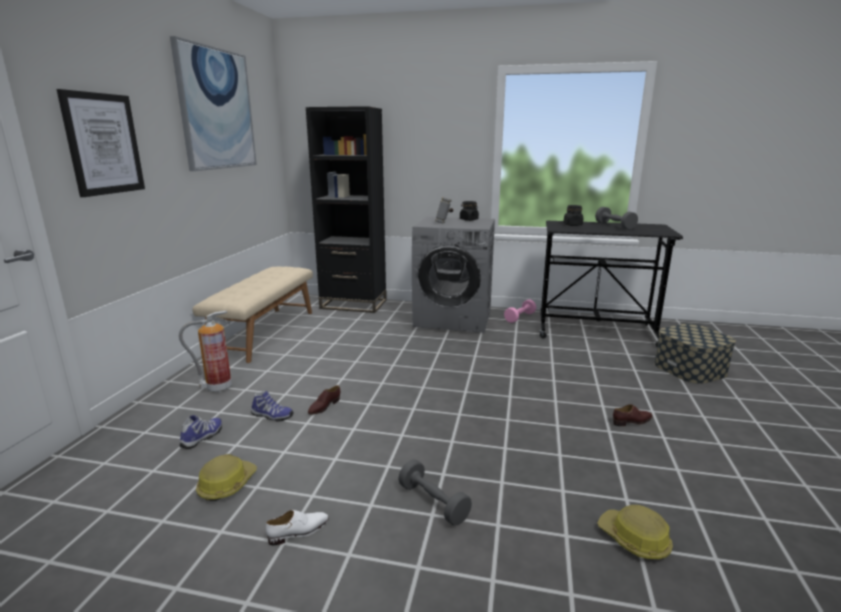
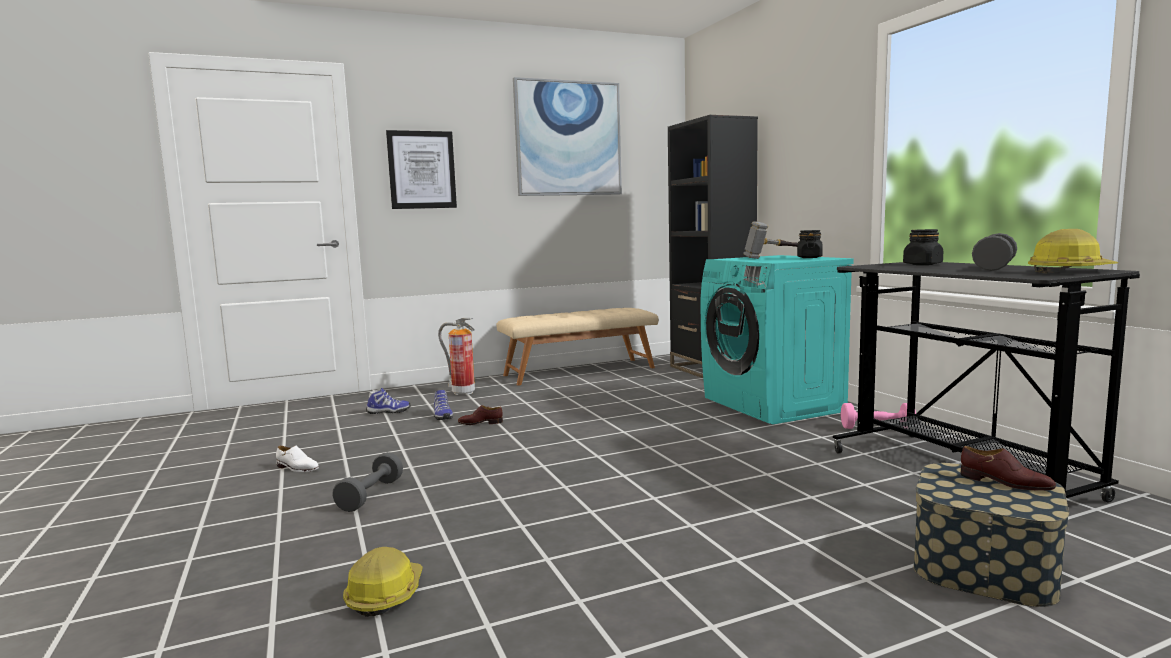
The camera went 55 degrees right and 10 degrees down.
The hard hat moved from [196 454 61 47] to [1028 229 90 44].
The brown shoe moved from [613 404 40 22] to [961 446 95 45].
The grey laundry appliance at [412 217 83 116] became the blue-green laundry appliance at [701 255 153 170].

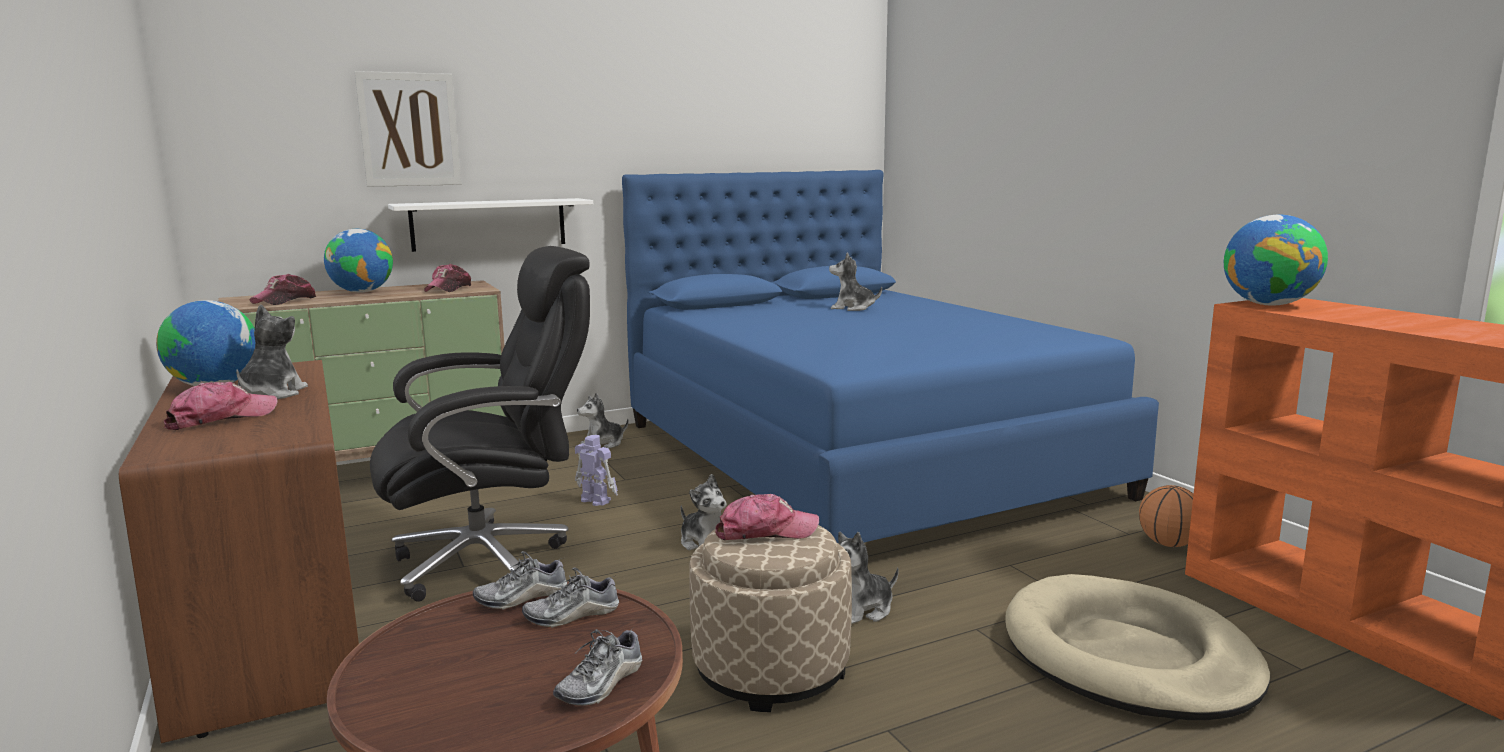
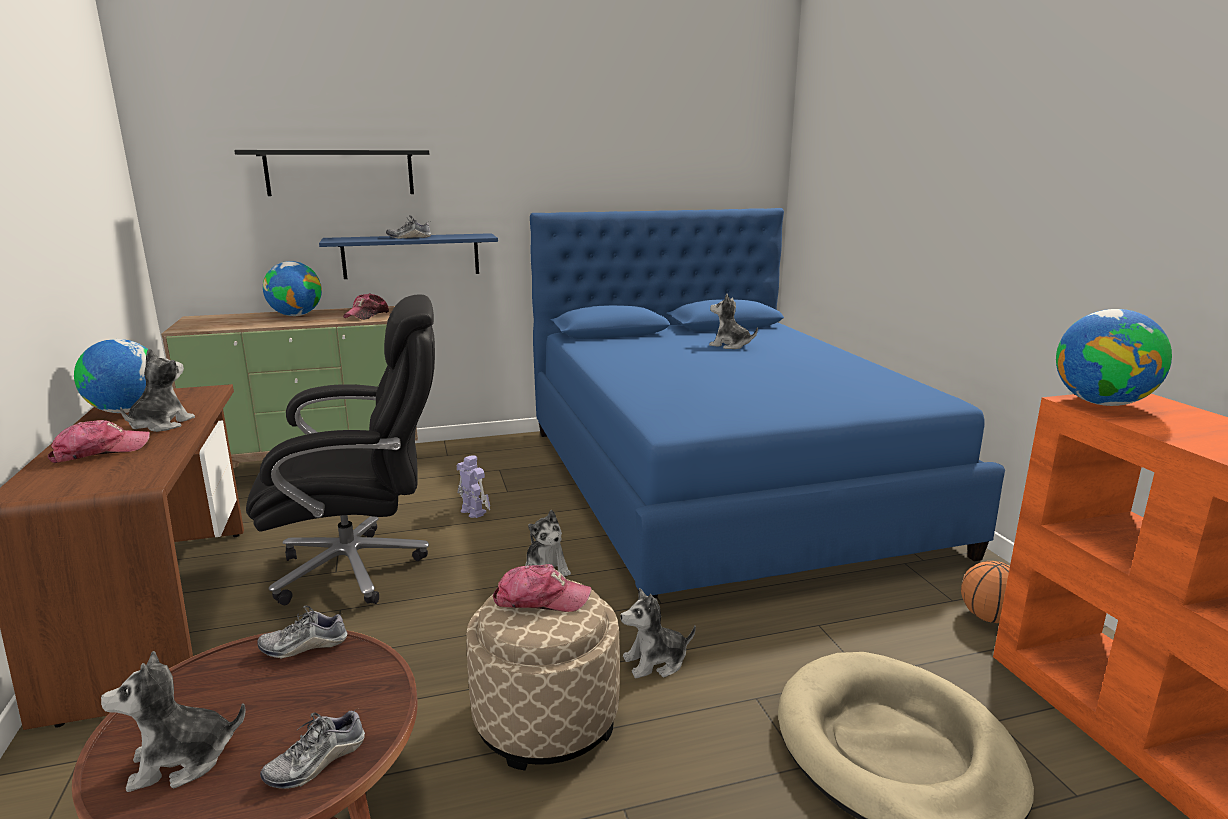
The camera went 10 degrees right and 5 degrees up.
The cap at [250 274 67 31] disappeared.
The shoe moved from [522 567 97 61] to [386 215 45 24].
The plush toy moved from [577 393 52 56] to [101 651 145 141].
The wall art at [354 71 107 116] was replaced by the black-coloured wall shelf at [234 150 195 46].
The whitish wall shelf at [388 198 205 54] became the blue wall shelf at [319 233 179 46].

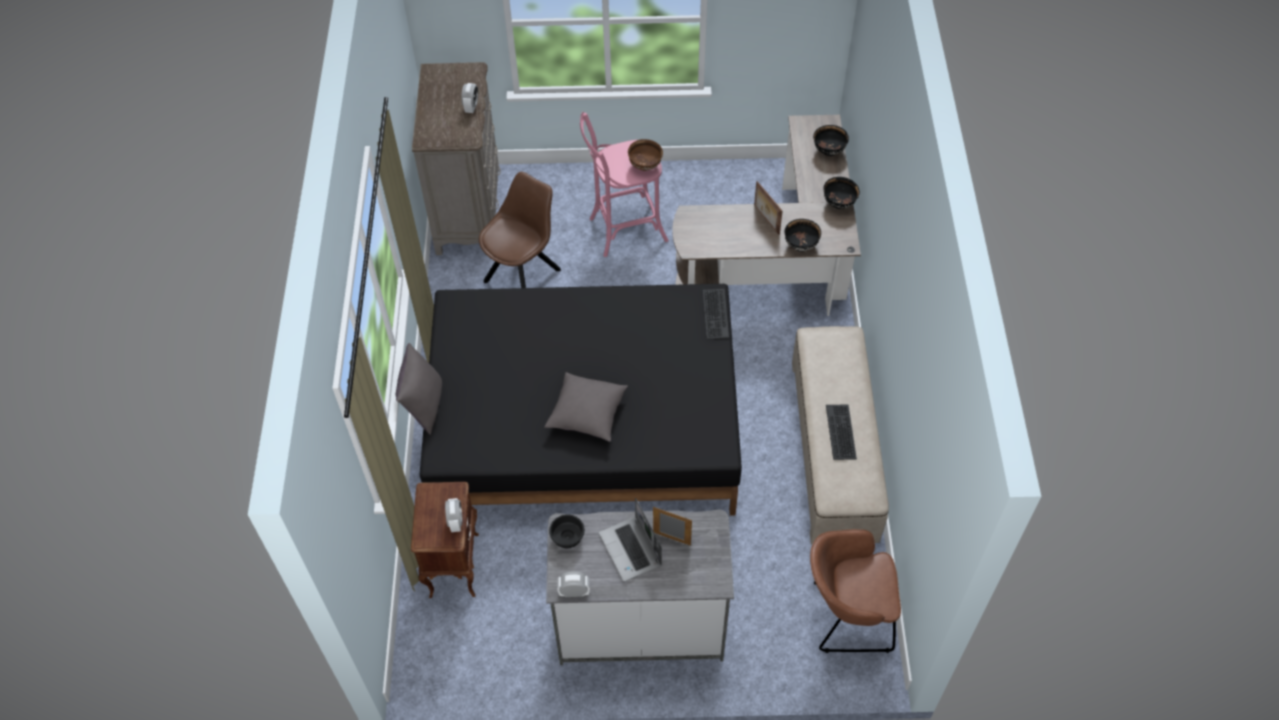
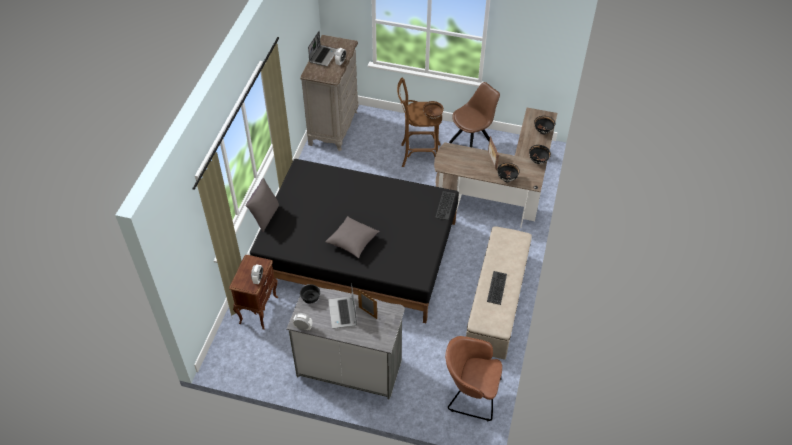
The camera went 15 degrees right and 5 degrees down.
The notebook computer at [308 31 29 35] appeared.
The brown chair moved from [479 172 82 116] to [449 82 51 65].
The pink stool at [580 112 89 145] became the brown stool at [397 78 45 89].

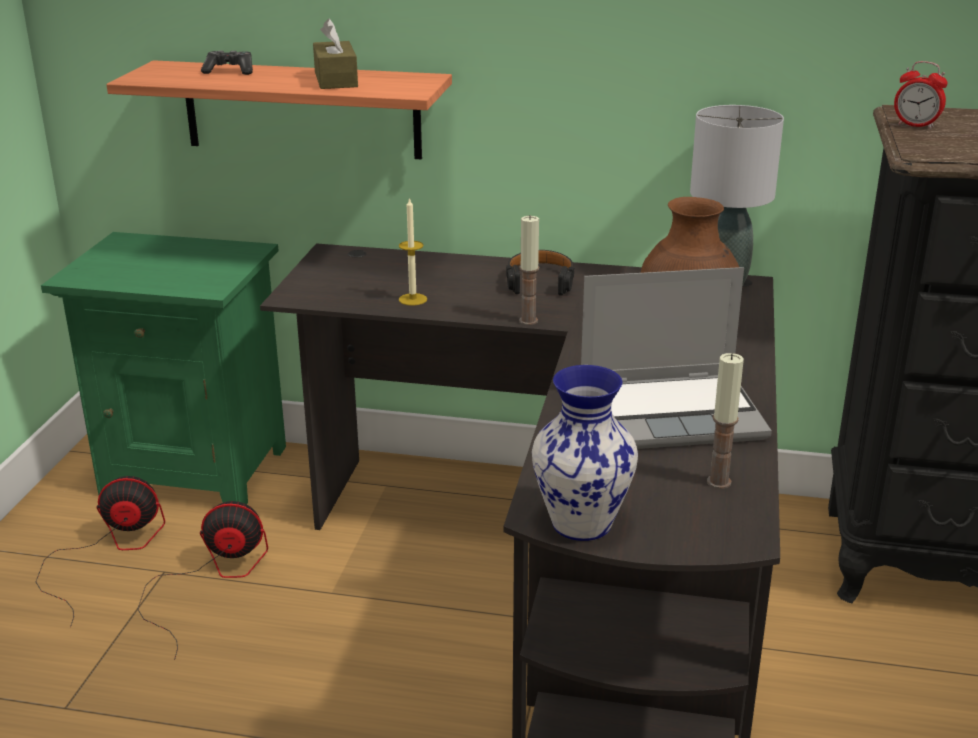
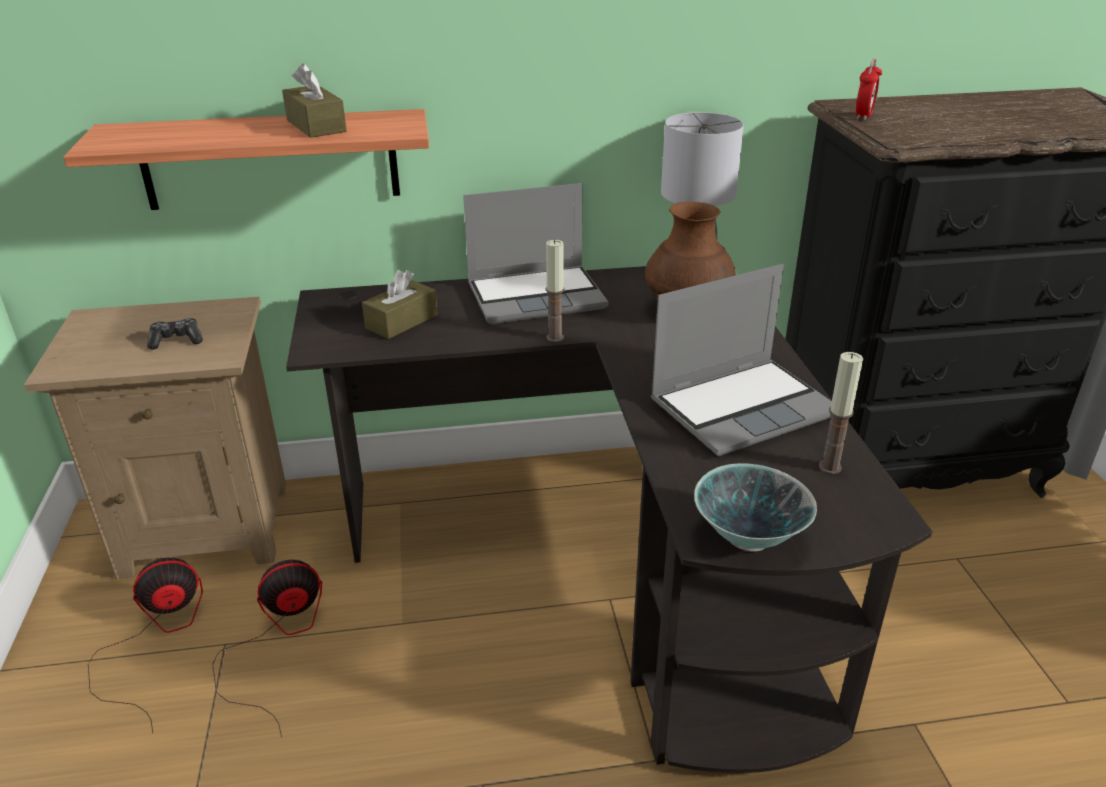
The camera went 20 degrees left and 5 degrees up.
The candle at [399 197 28 109] disappeared.
The brown box of tissues at [362 270 76 69] appeared.
The game controller moved from [201 50 52 25] to [147 318 56 31].
The black-coloured headset at [506 250 69 46] was replaced by the notebook computer at [463 183 145 141].
The vase at [532 365 106 176] was replaced by the bowl at [694 463 123 89].
The green night table at [41 232 245 272] became the beige night table at [24 297 262 283].
The alarm clock at [894 61 54 68] turned 75 degrees counterclockwise.

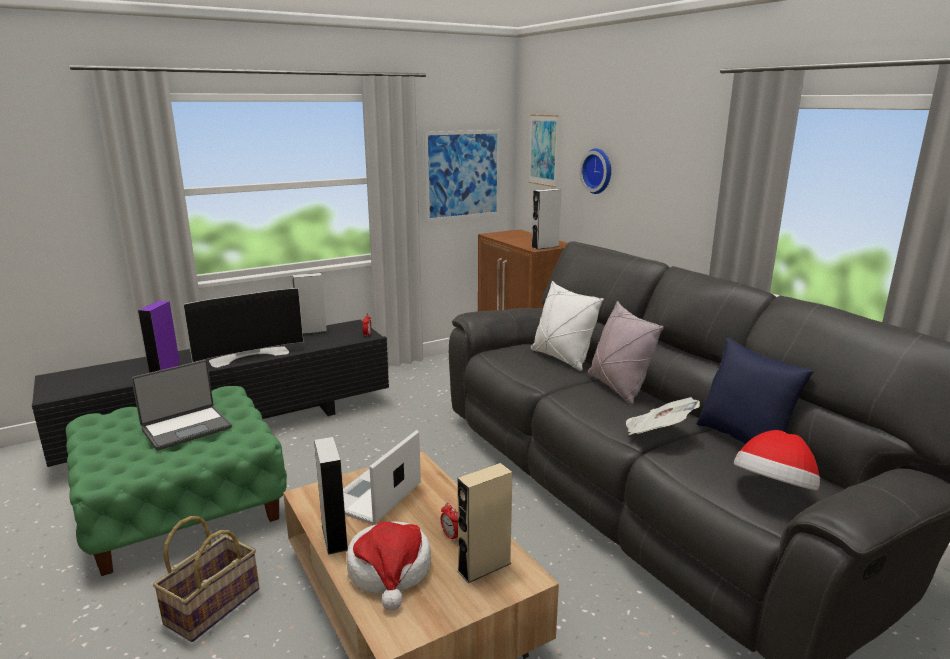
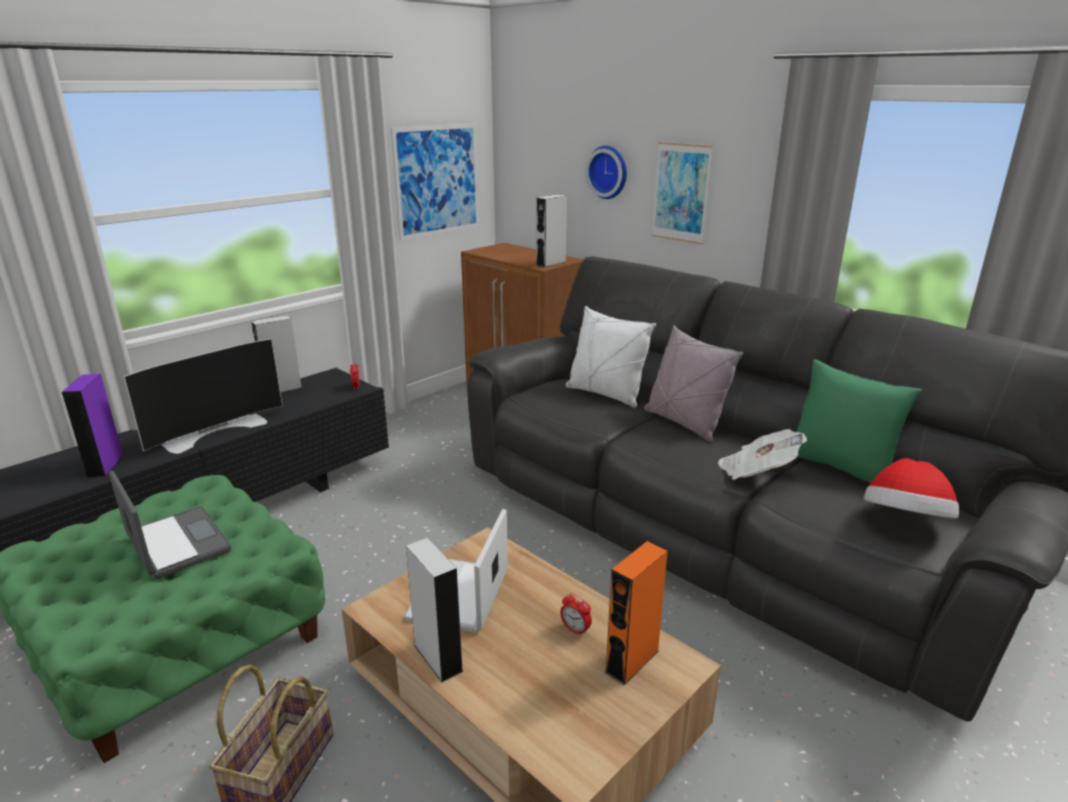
The camera went 15 degrees left and 5 degrees up.
The hat at [347 521 84 90] disappeared.
The wall art moved from [528 114 31 73] to [652 142 61 102].
The beige loudspeaker at [457 463 55 120] became the orange-coloured loudspeaker at [604 541 64 145].
The blue cushion at [696 338 118 106] became the green cushion at [796 359 126 124].
The notebook computer at [132 360 100 91] turned 75 degrees counterclockwise.

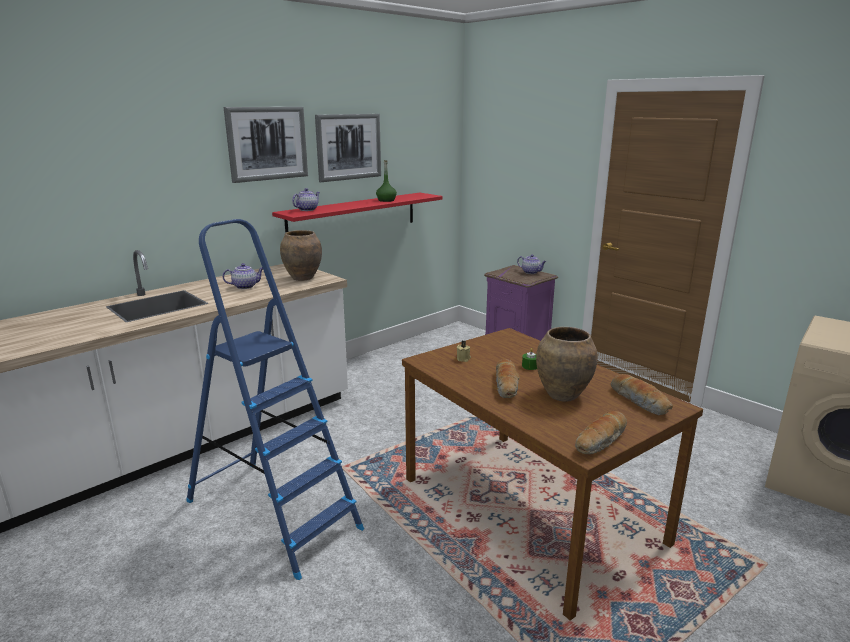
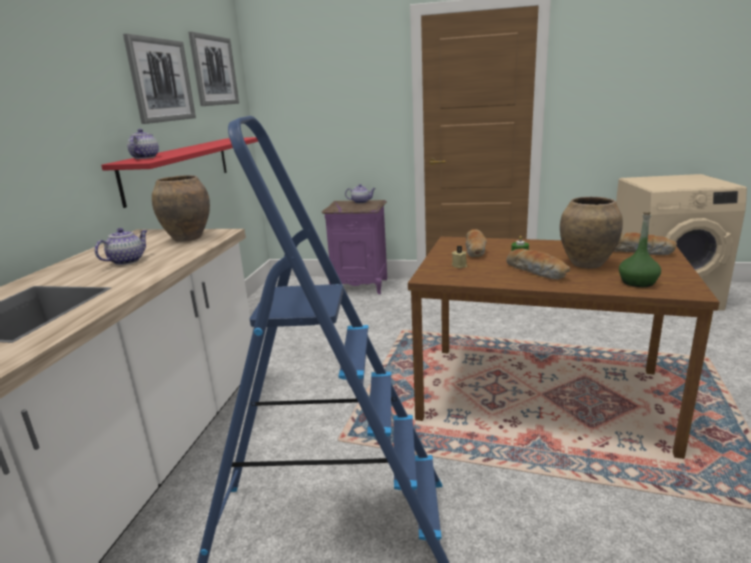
The camera went 35 degrees left and 0 degrees up.
The wall art moved from [224 107 84 76] to [188 32 51 74].
The green drink bottle moved from [376 160 21 42] to [619 212 42 75].
The baked bread moved from [575 411 52 44] to [466 229 21 28].

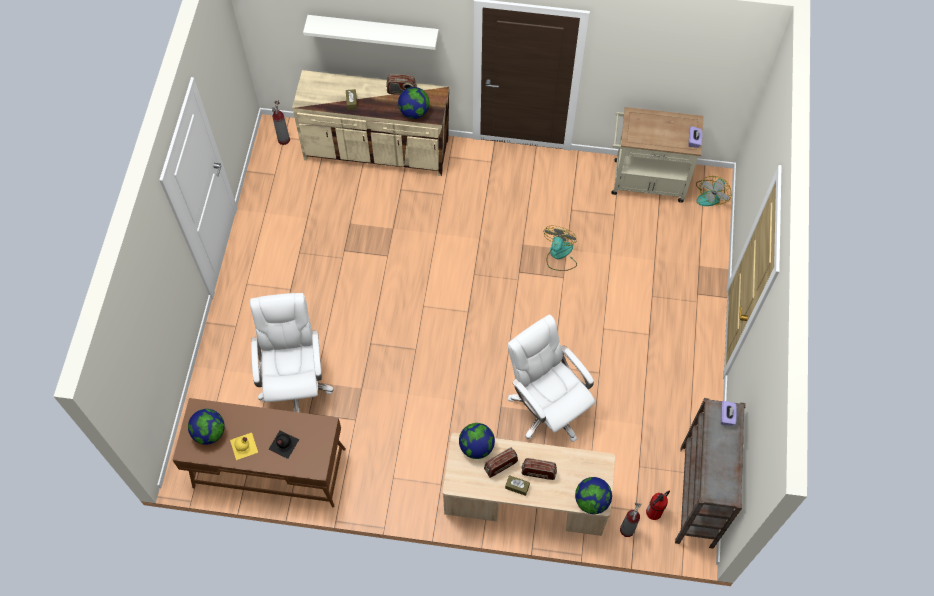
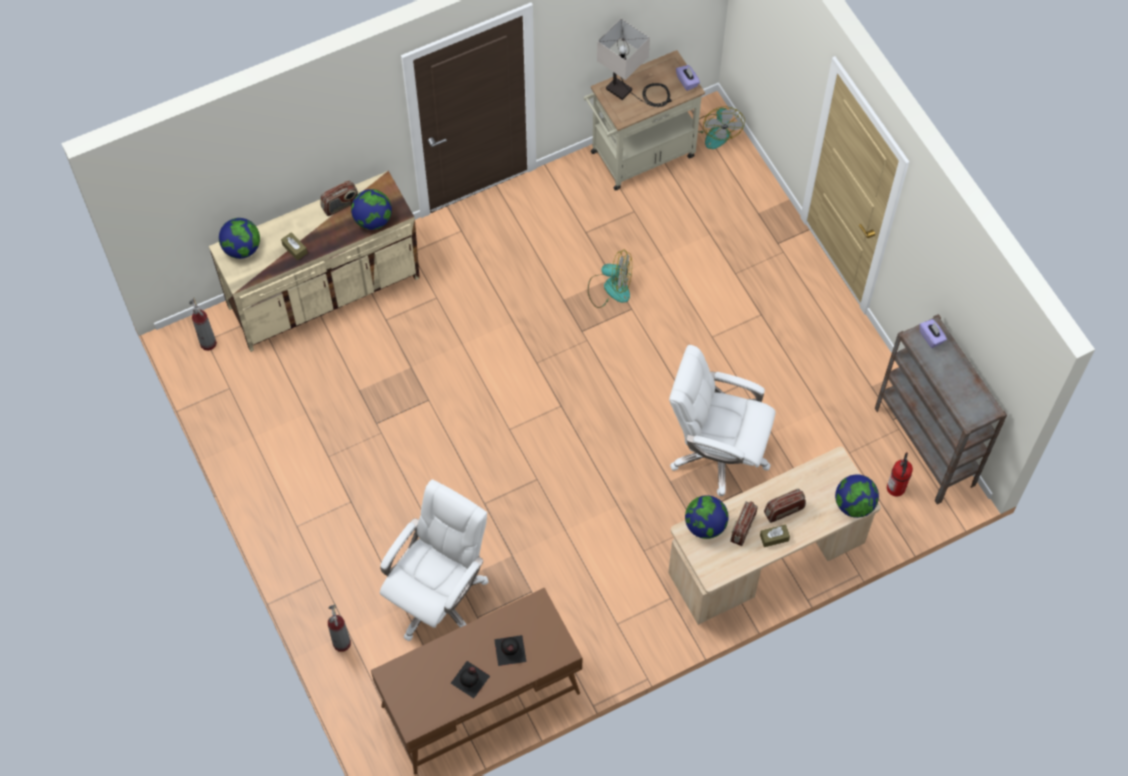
The camera went 35 degrees left and 0 degrees up.
The whitish wall shelf at [303 15 136 35] disappeared.
The table lamp at [597 19 75 88] appeared.
The desk globe moved from [188 409 37 36] to [219 218 41 41].
The fire-fighting cylinder moved from [620 503 21 34] to [328 604 23 48].
The yellowish drink bottle at [230 433 28 27] became the black-coloured drink bottle at [451 661 39 37].
The whitish computer chair at [250 293 83 120] turned 75 degrees clockwise.
The fan at [543 226 34 45] turned 120 degrees clockwise.

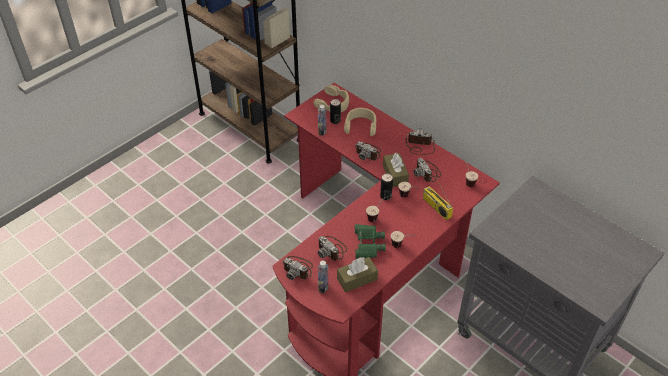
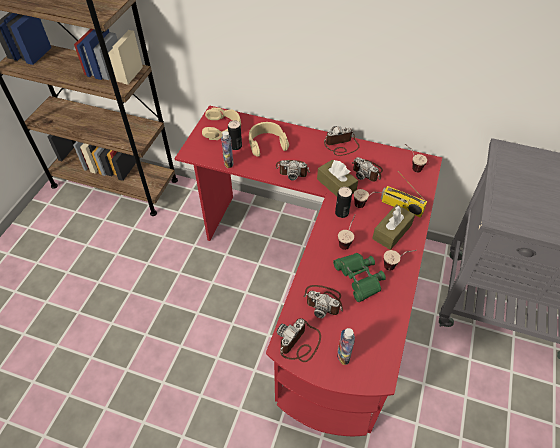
The camera went 25 degrees left and 5 degrees up.
The brown box of tissues moved from [337 257 41 35] to [372 204 43 46].
The photo camera at [282 256 31 24] turned 120 degrees clockwise.

